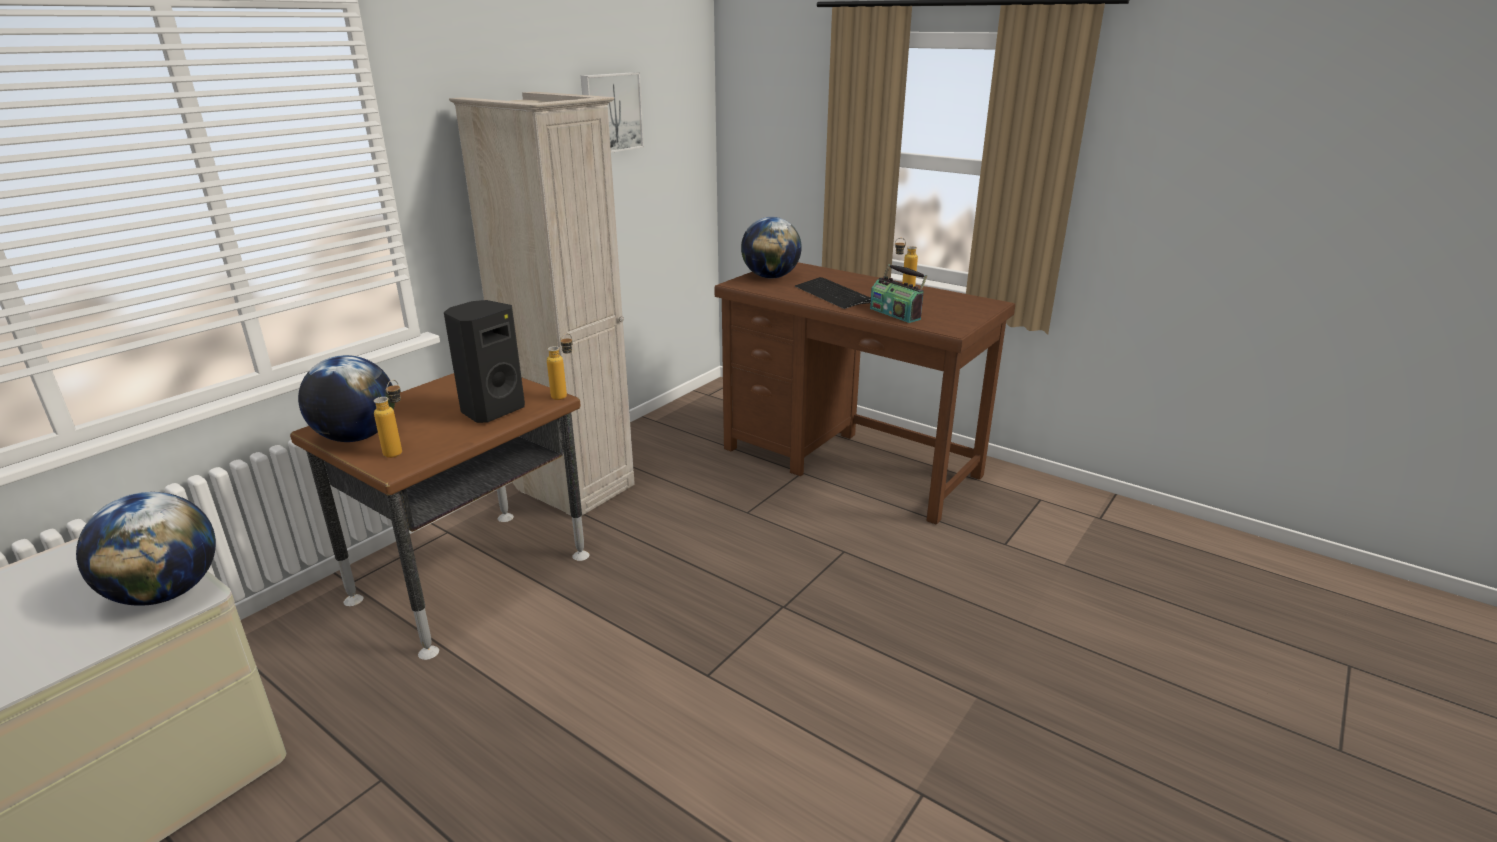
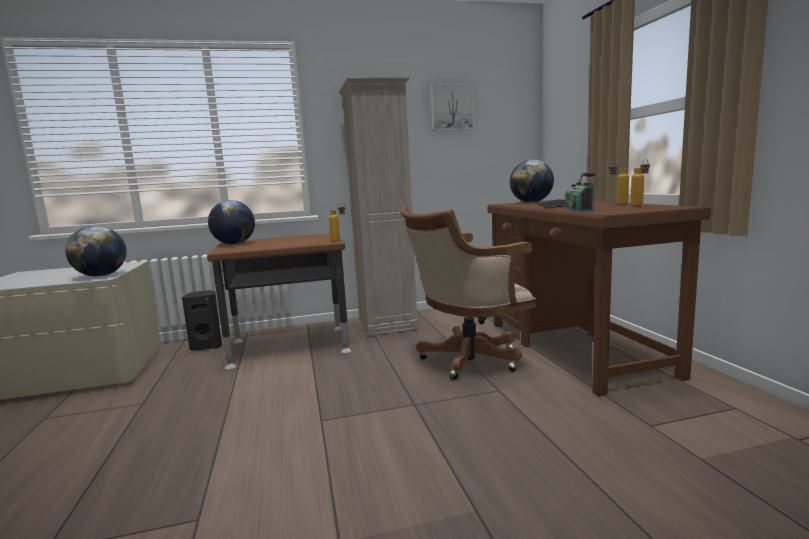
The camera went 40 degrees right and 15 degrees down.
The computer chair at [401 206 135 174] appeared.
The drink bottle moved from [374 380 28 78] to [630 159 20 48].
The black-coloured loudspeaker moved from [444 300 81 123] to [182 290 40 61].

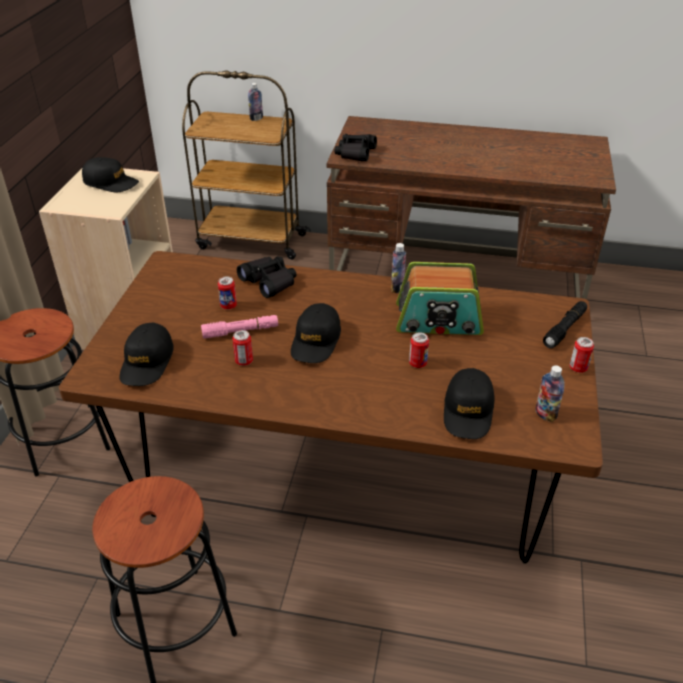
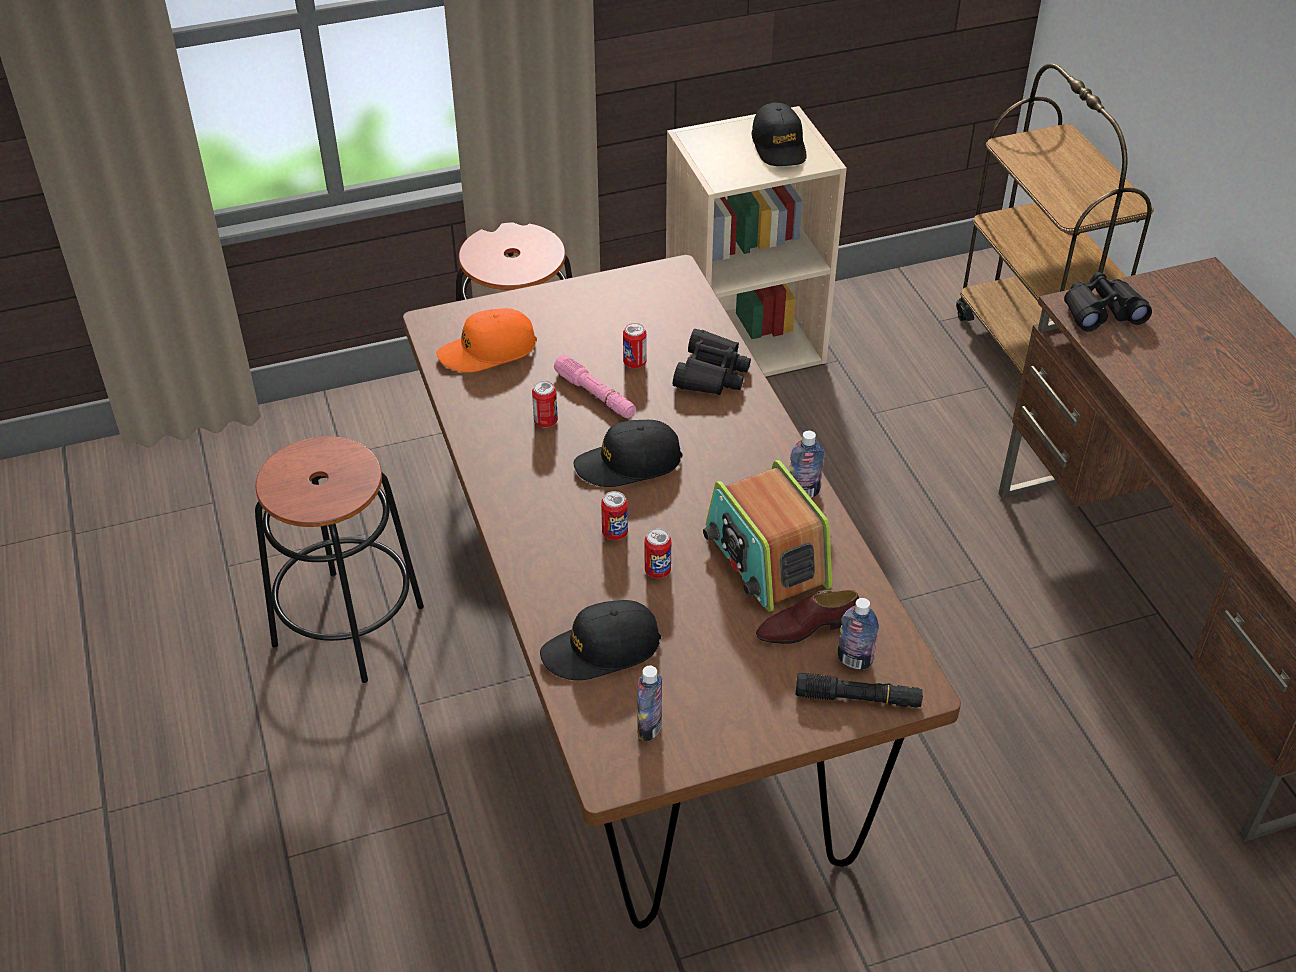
The camera went 60 degrees right and 5 degrees up.
The brown shoe at [756 589 103 55] appeared.
The drink bottle moved from [248 83 15 38] to [837 598 42 71].
The can moved from [569 337 25 36] to [601 491 27 49].
The black-coloured cap at [119 323 55 63] became the orange-coloured cap at [437 308 100 65].

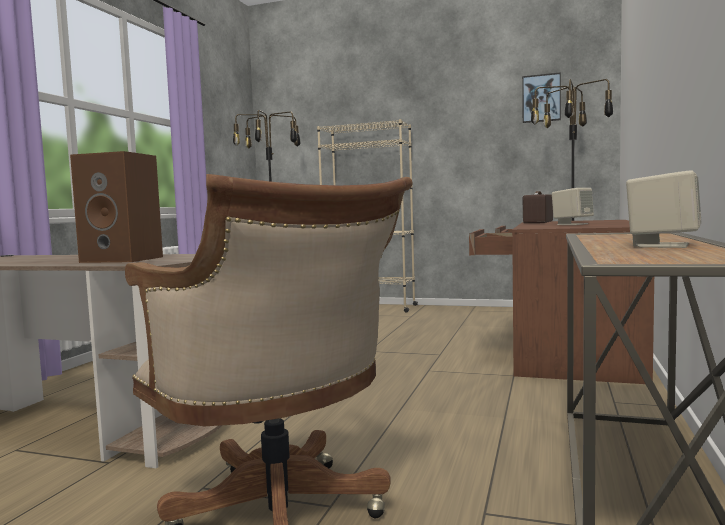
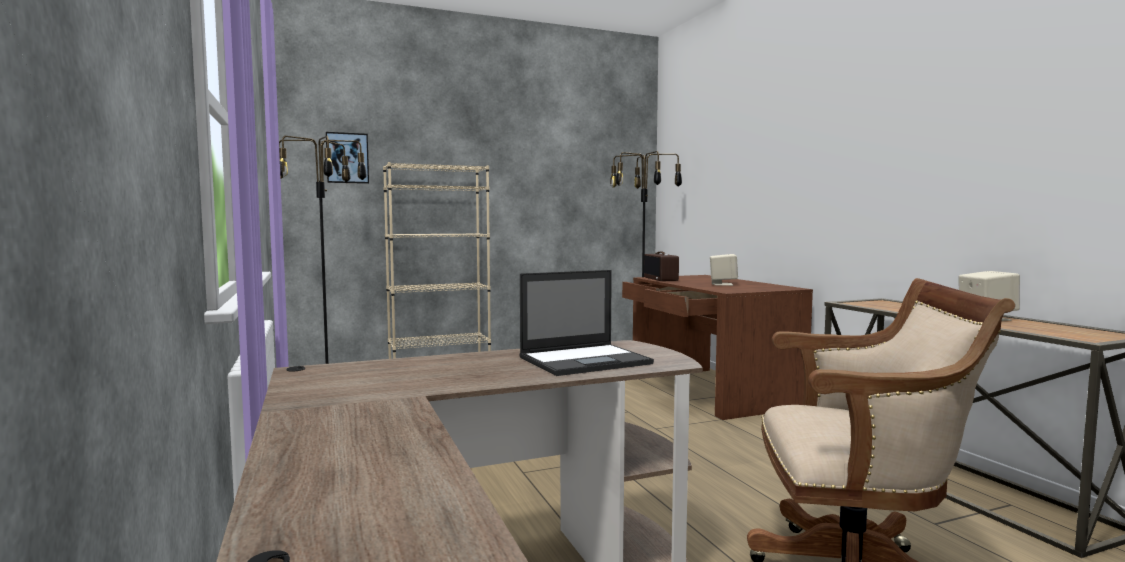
The camera went 40 degrees left and 0 degrees up.
The wall art moved from [522 72 39 51] to [326 132 43 52].
The brown loudspeaker at [70 151 93 112] was replaced by the notebook computer at [519 270 135 106].

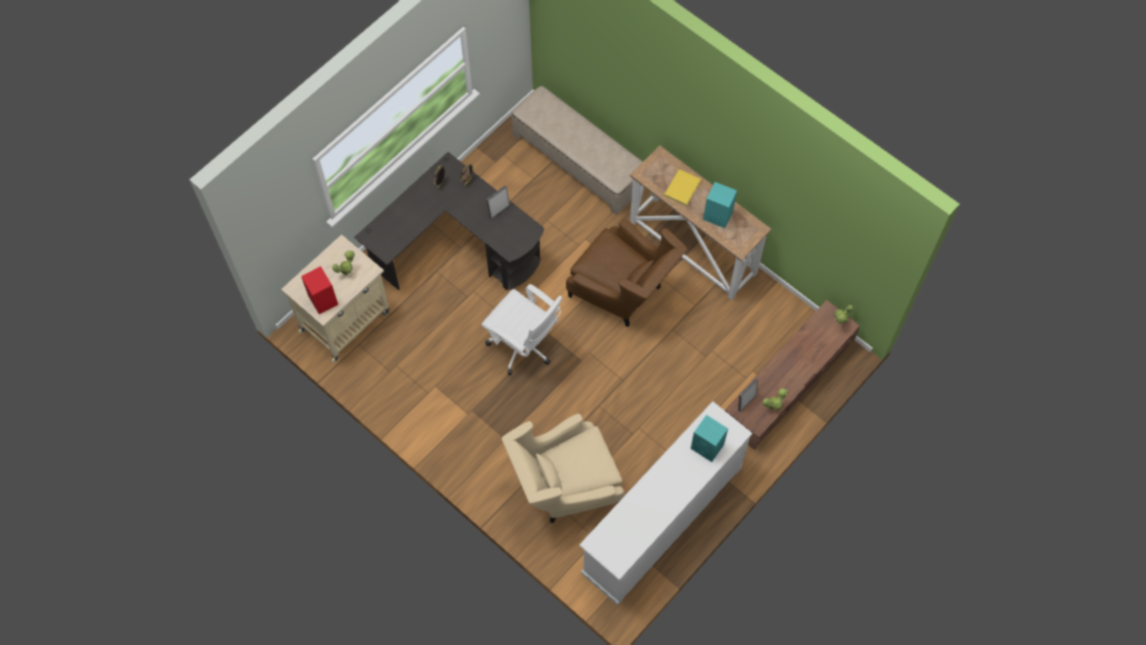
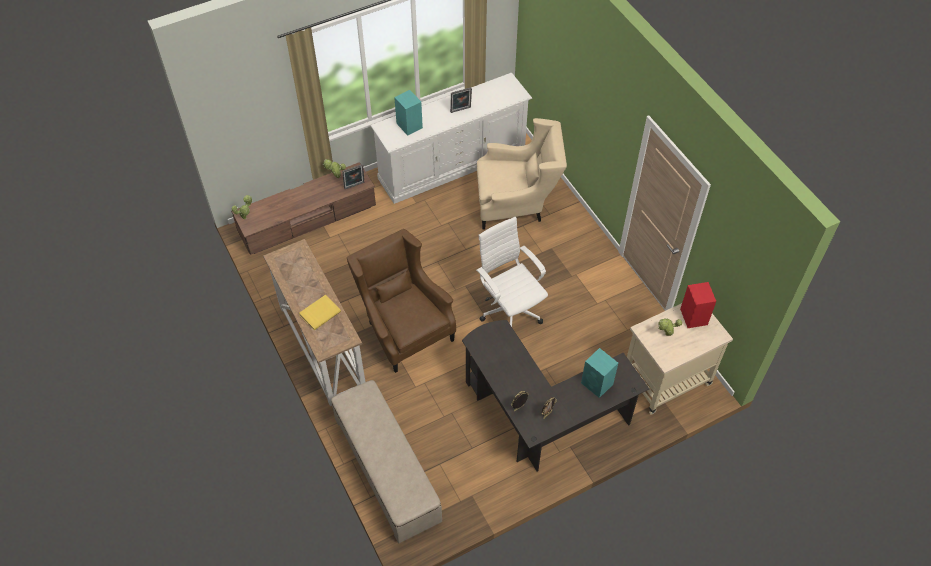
The camera went 160 degrees left and 10 degrees down.
The photo frame moved from [486 185 24 34] to [450 87 22 26].
The blue-green loudspeaker moved from [703 182 34 46] to [581 348 37 50].

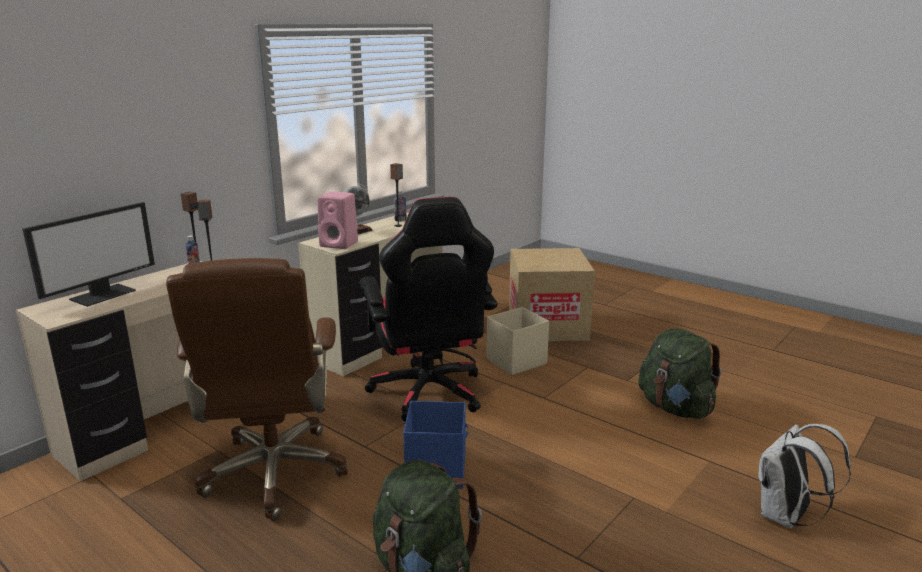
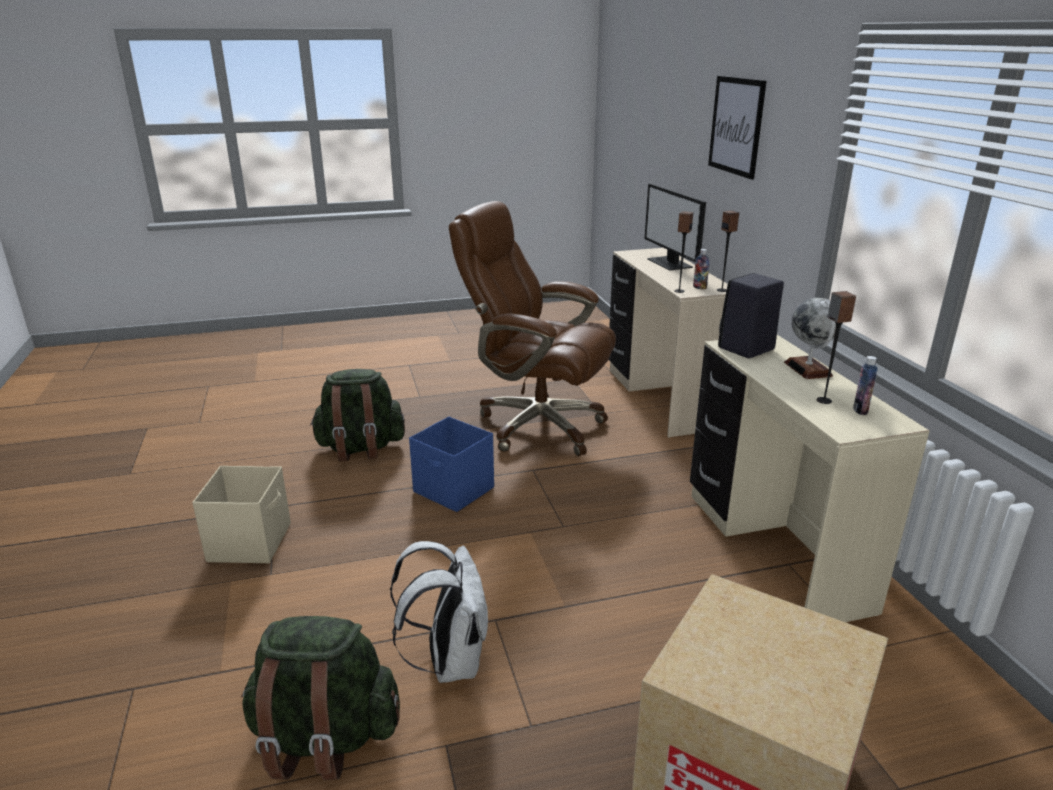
The camera went 125 degrees right and 5 degrees up.
The black-coloured computer chair at [359 197 139 225] disappeared.
The wall art at [708 76 58 104] appeared.
The beige storage container moved from [486 307 63 68] to [192 466 99 97].
The whitish rucksack moved from [758 424 93 104] to [390 541 98 142].
The pink loudspeaker at [318 192 40 57] became the black-coloured loudspeaker at [718 273 66 85].

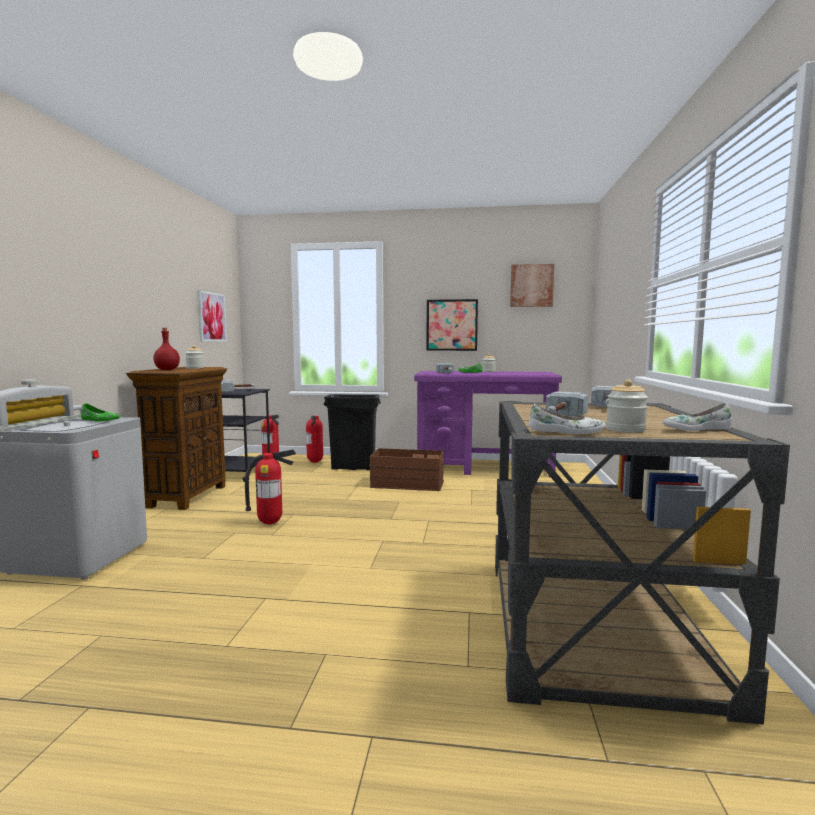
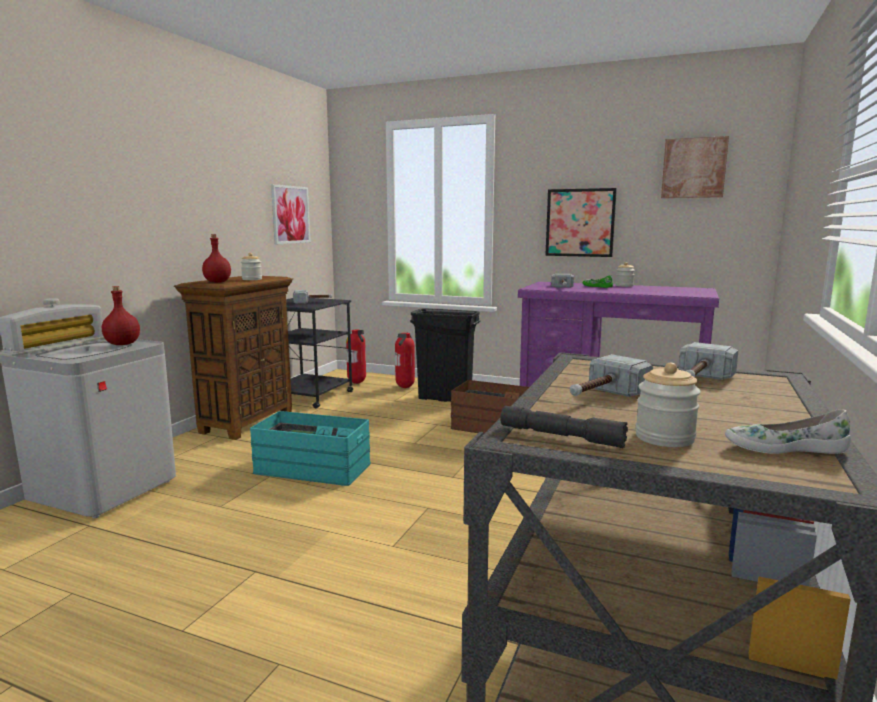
The camera went 15 degrees right and 5 degrees up.
The green shoe at [81 403 38 19] was replaced by the reddish drink bottle at [102 286 38 59].
The fire-fighting cylinder at [245 449 51 75] was replaced by the blue-green storage container at [250 411 121 75].
The whitish shoe at [528 404 78 30] was replaced by the grey hand torch at [501 406 127 42].

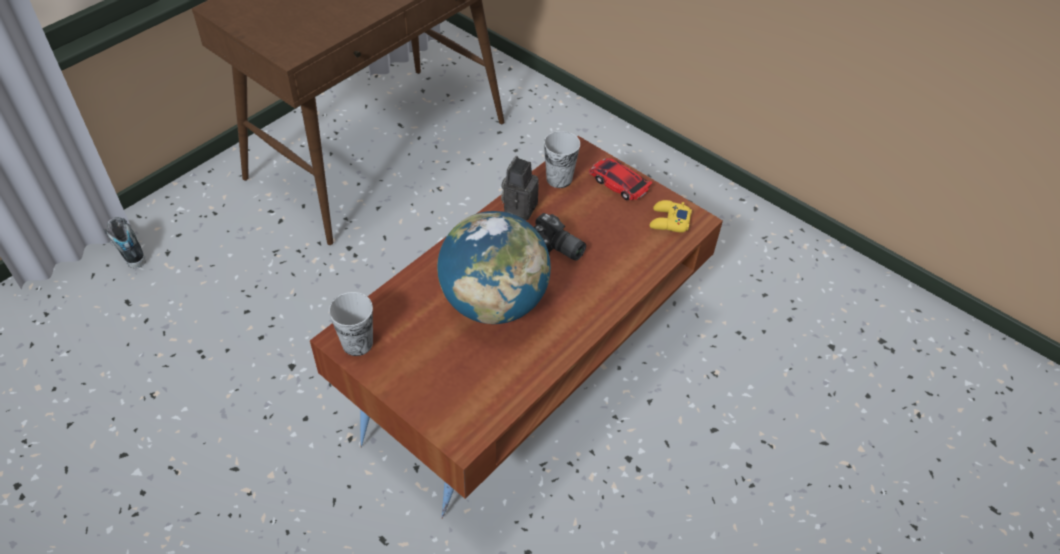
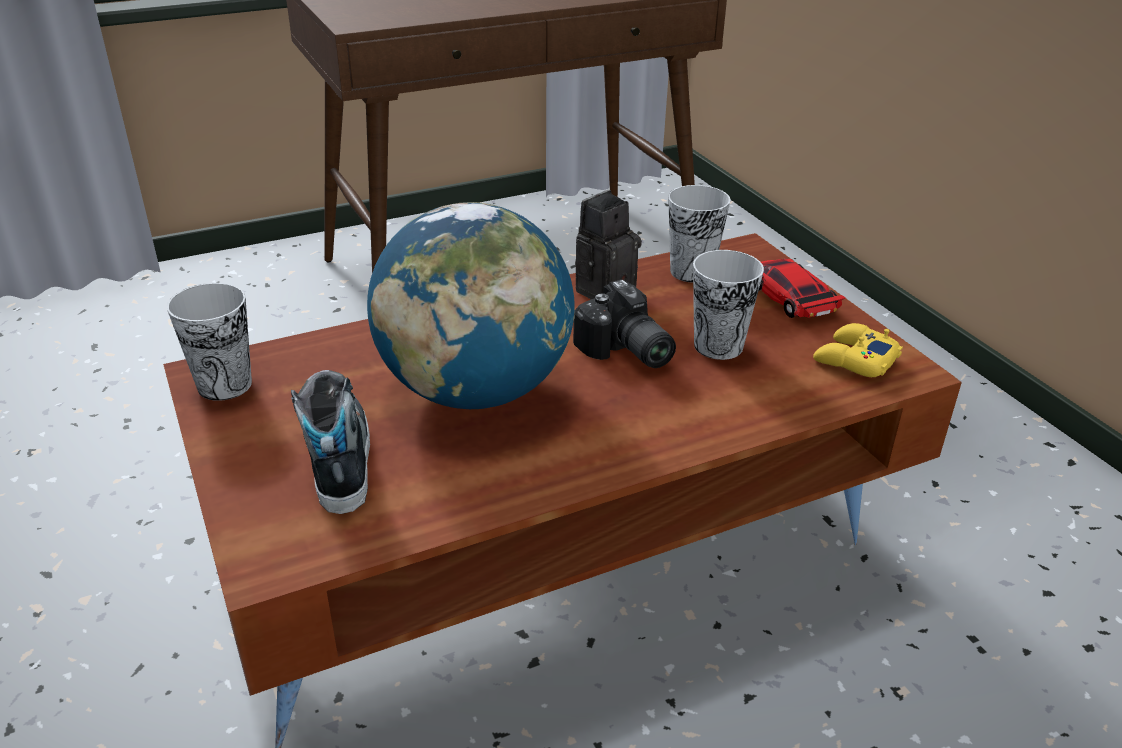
The camera went 25 degrees right and 15 degrees down.
The cup at [693 250 71 110] appeared.
The shoe moved from [103 217 43 52] to [291 370 79 144].

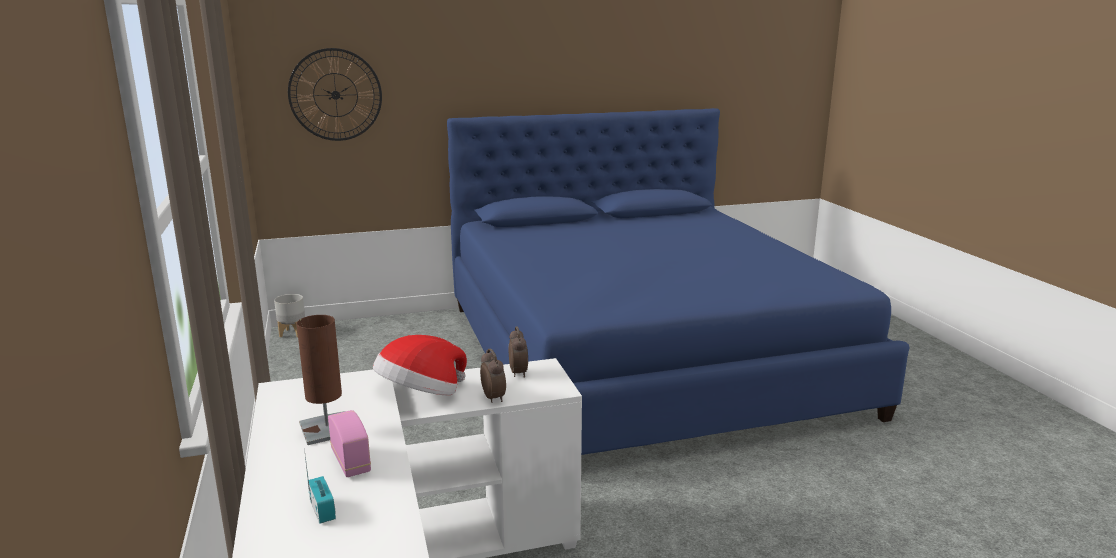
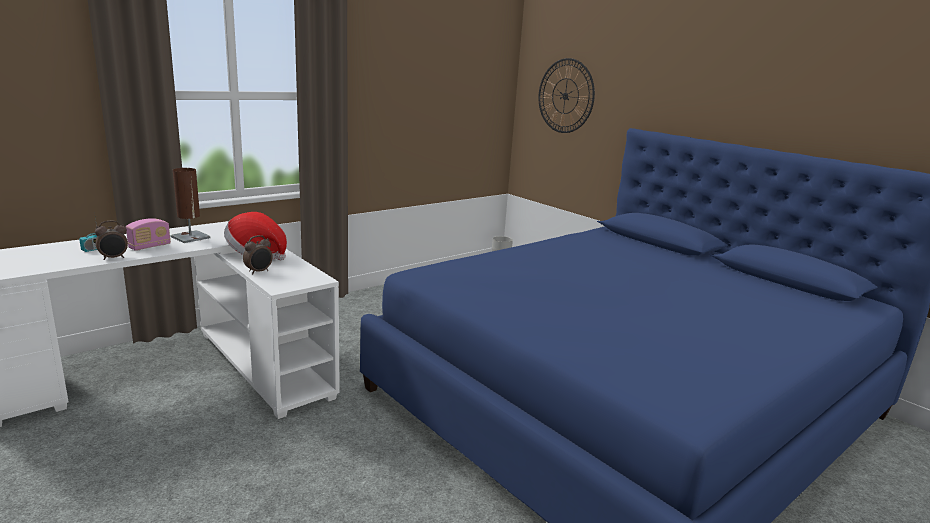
The camera went 65 degrees right and 0 degrees up.
The alarm clock moved from [509 326 19 52] to [95 221 33 39].

